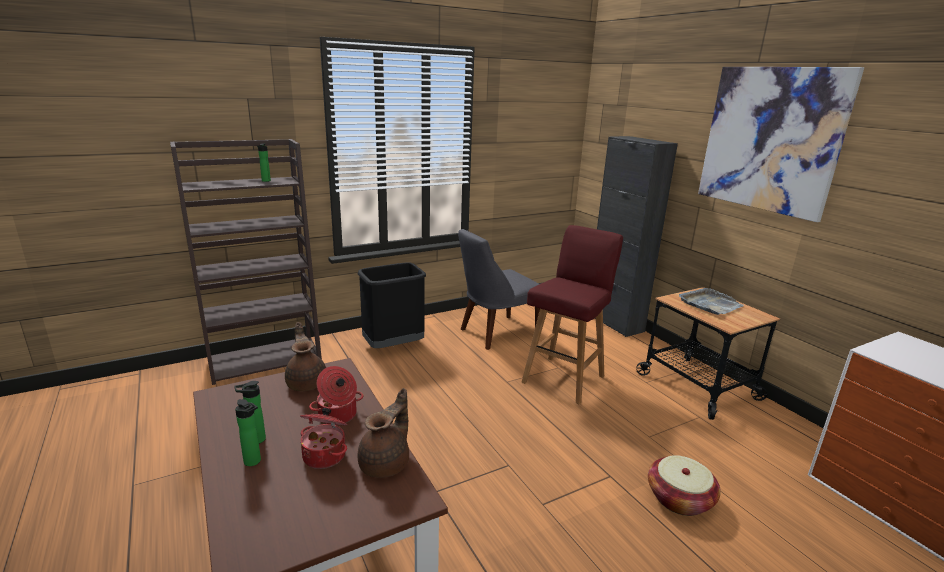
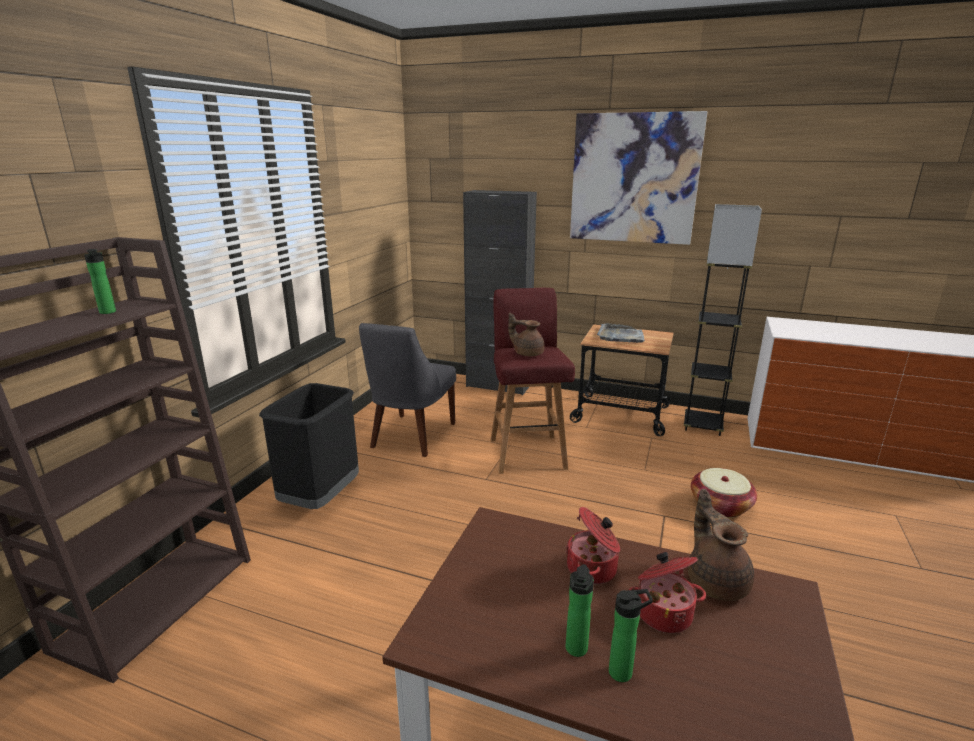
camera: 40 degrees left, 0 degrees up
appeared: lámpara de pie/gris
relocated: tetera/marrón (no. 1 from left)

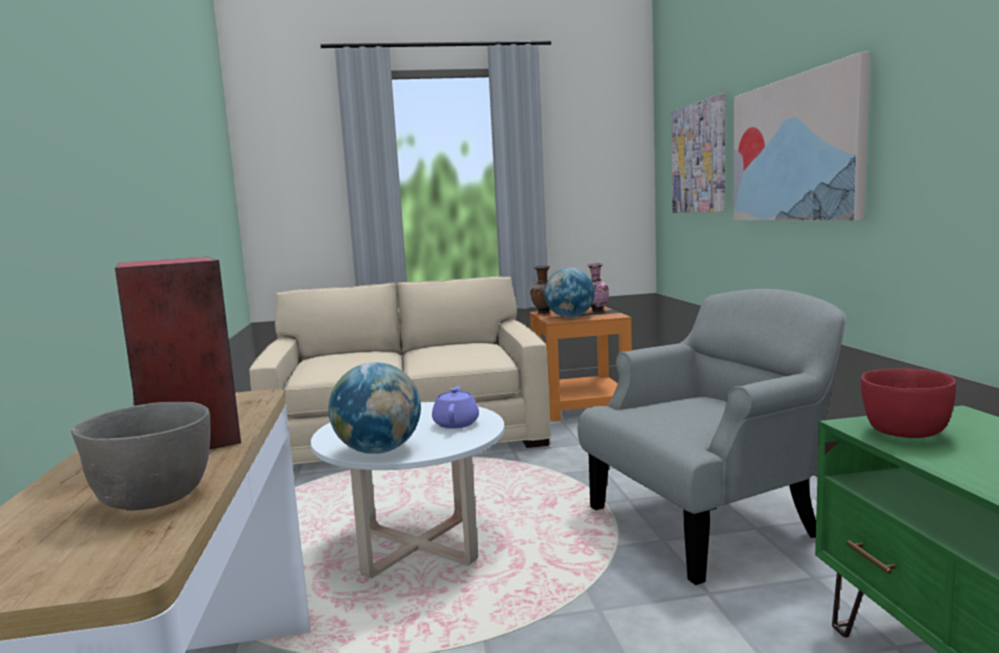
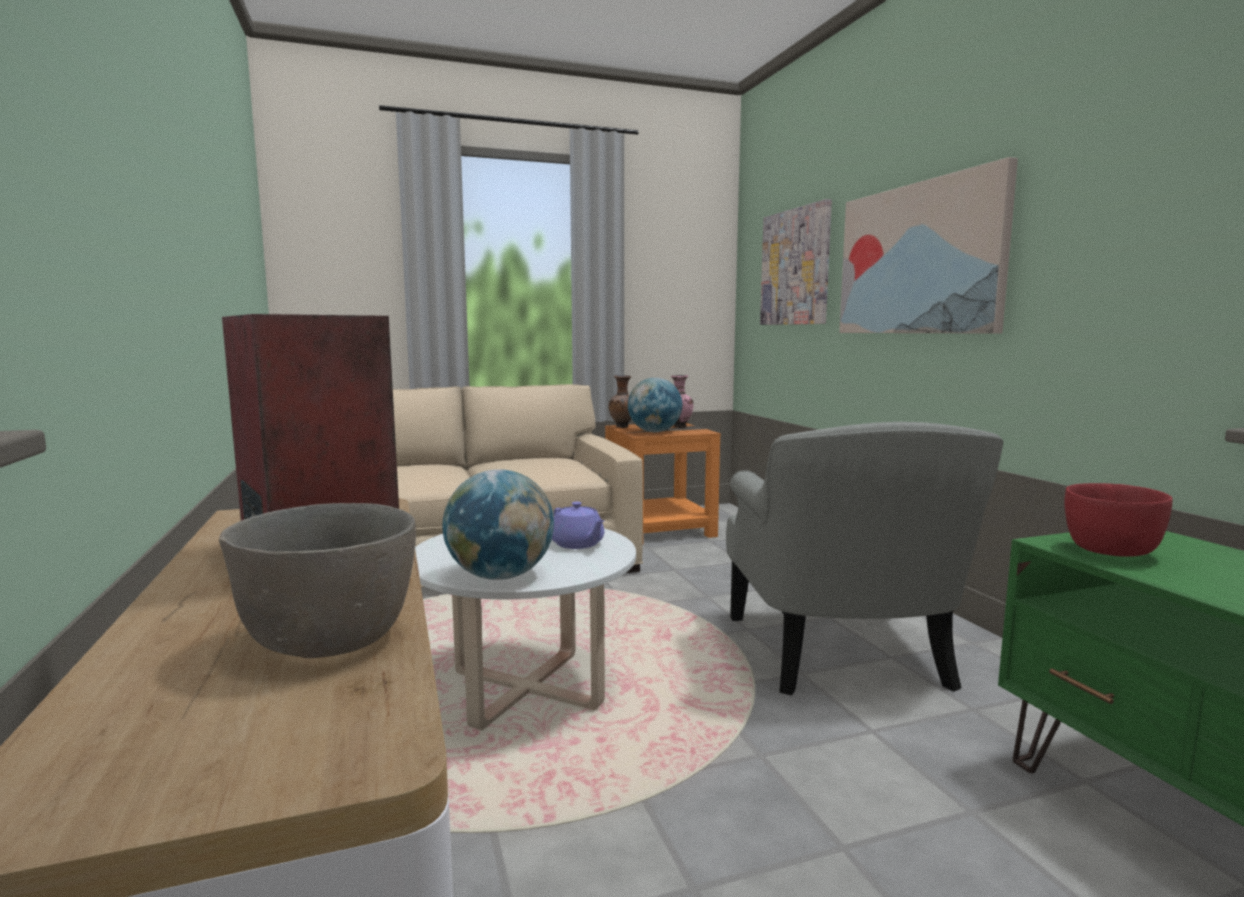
camera: 10 degrees left, 0 degrees up
spun: tetera/morado 150 degrees clockwise; sillón/gris 120 degrees clockwise

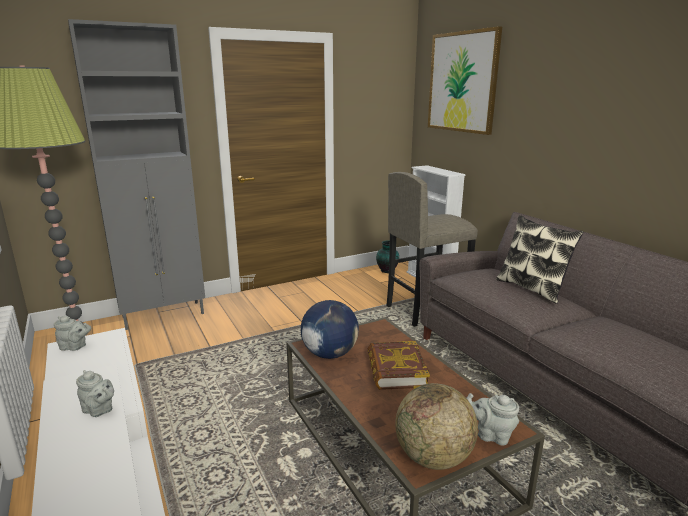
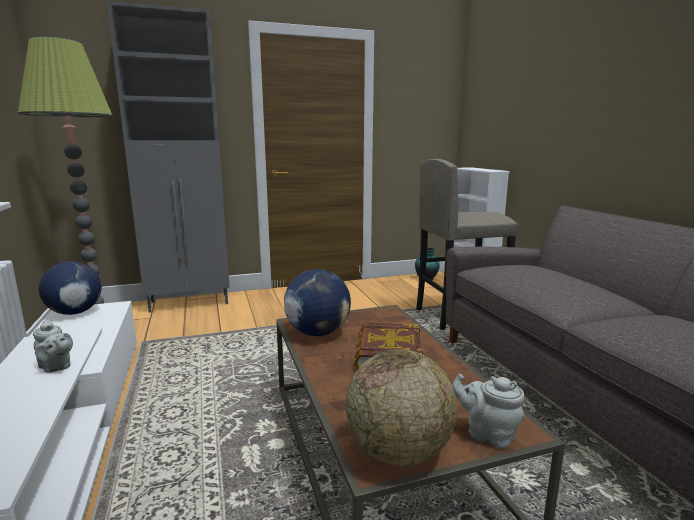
camera: 10 degrees right, 5 degrees down
missing: cuadro; cojín
exchanged: tetera/gris (no. 1 from left) to globo terráqueo (no. 1 from left)

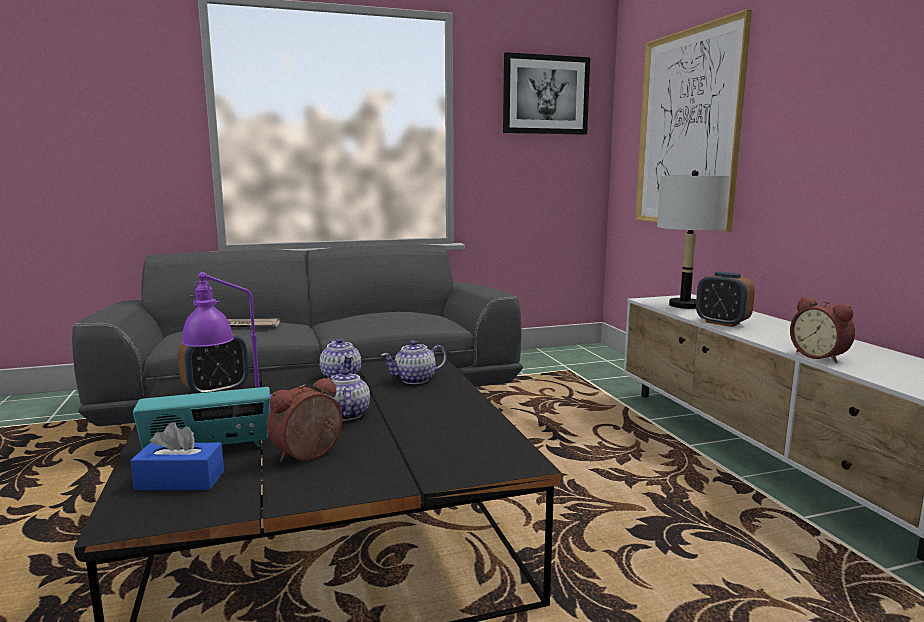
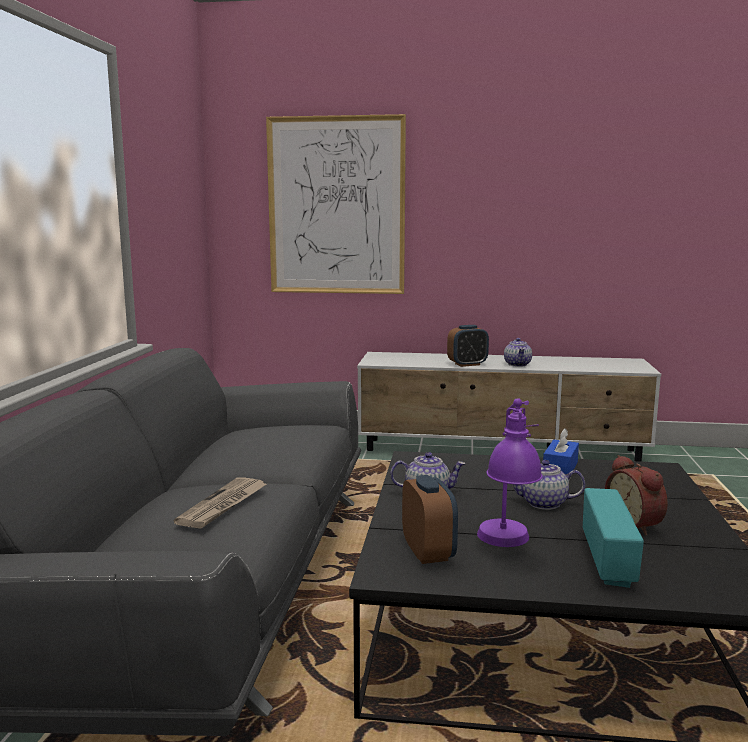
camera: 65 degrees left, 0 degrees up
missing: cuadro (no. 1 from left); lámpara de mesa/gris; despertador (no. 4 from left)
relocated: caja de pañuelos/azul; tetera (no. 3 from left in the first image) to tetera (no. 2 from left)

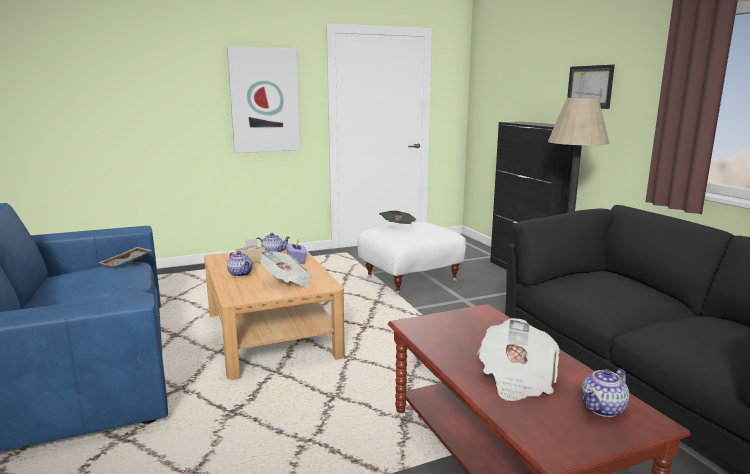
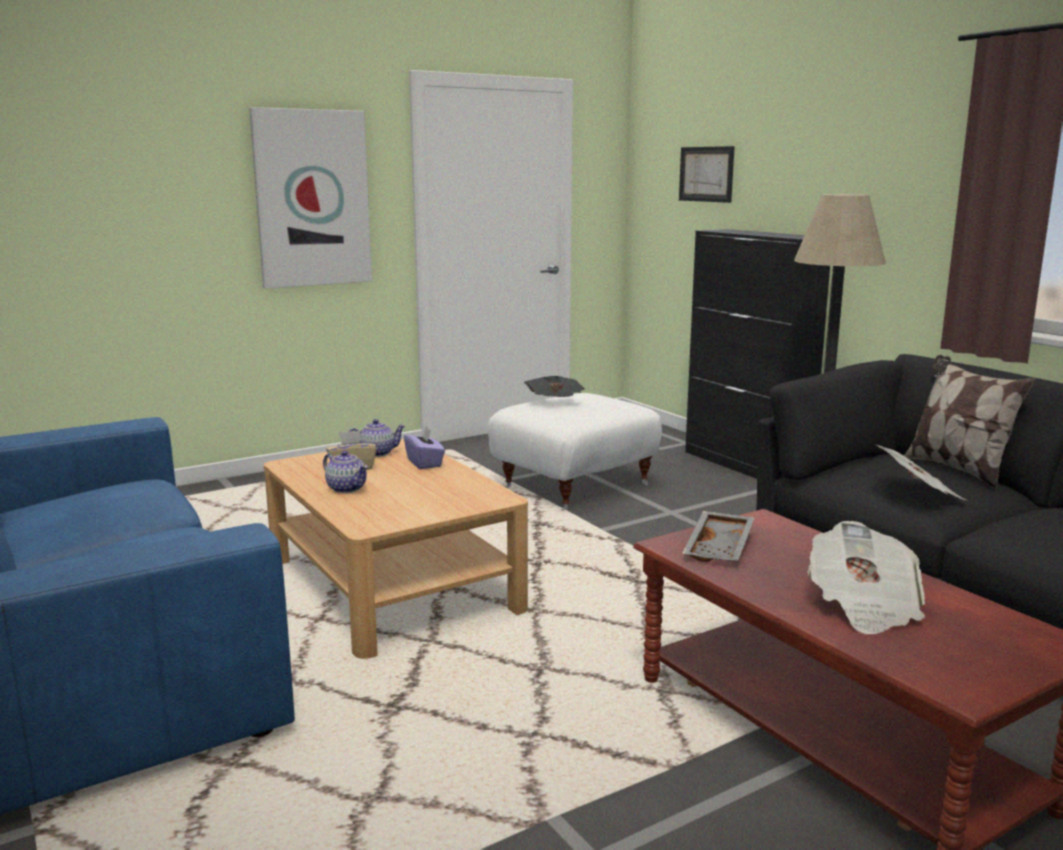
camera: 10 degrees left, 0 degrees up
missing: tetera (no. 3 from left)
appeared: cojín
relocated: bandeja/gris; periódico (no. 1 from left in the first image) to periódico (no. 3 from left); cuadro (no. 2 from left)

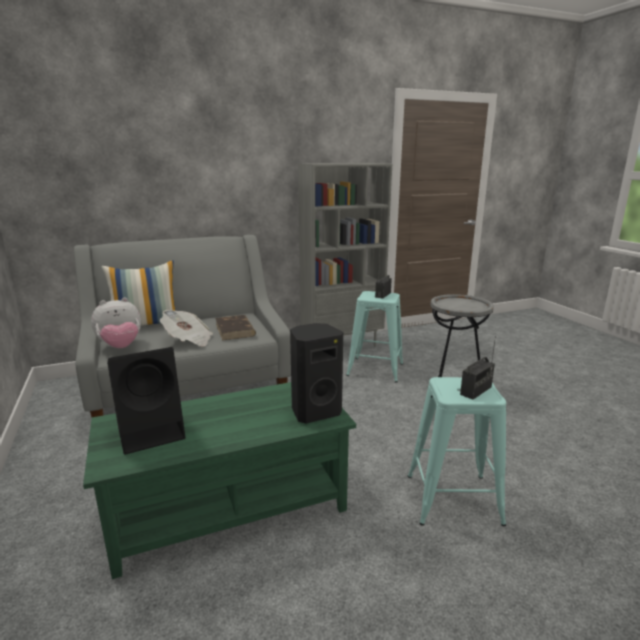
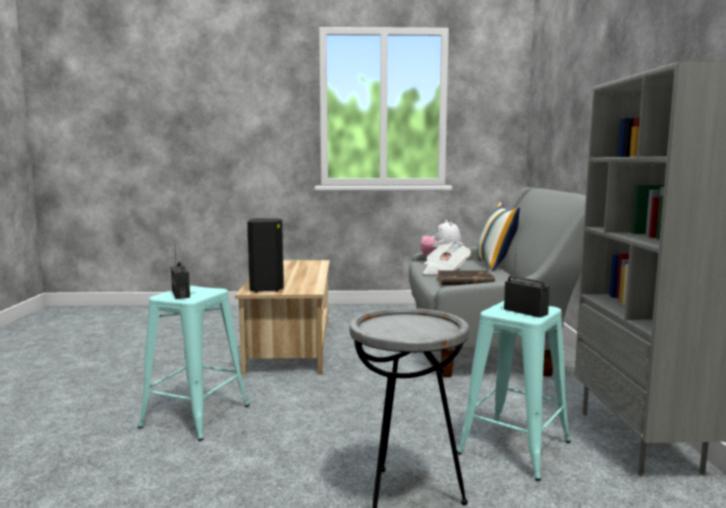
camera: 110 degrees right, 10 degrees down
missing: altavoz/negro (no. 1 from left)
colour: mesa de centro/verde to mesa de centro/beis

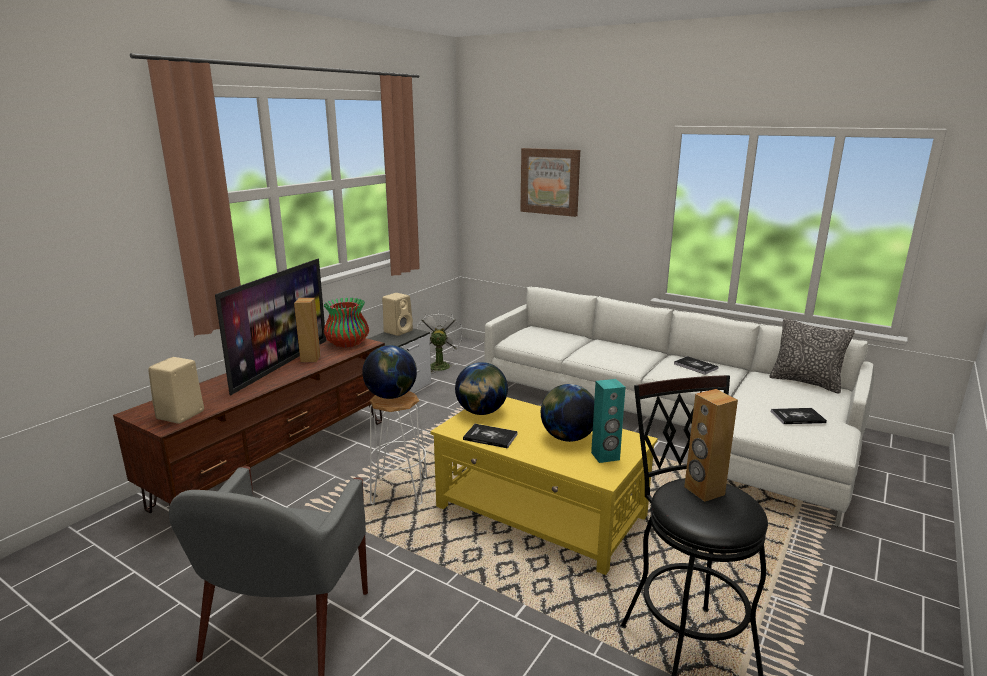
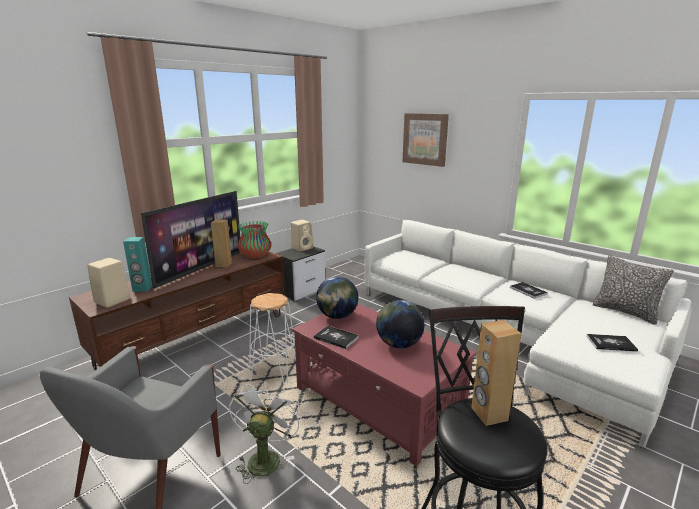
camera: 10 degrees right, 0 degrees up
missing: globo terráqueo (no. 1 from left)
relocated: ventilador/blanco; altavoz/turquesa
colour: mesa de centro/amarillo to mesa de centro/rojo

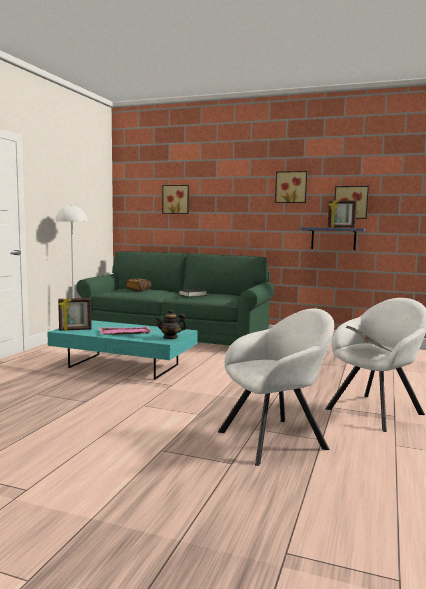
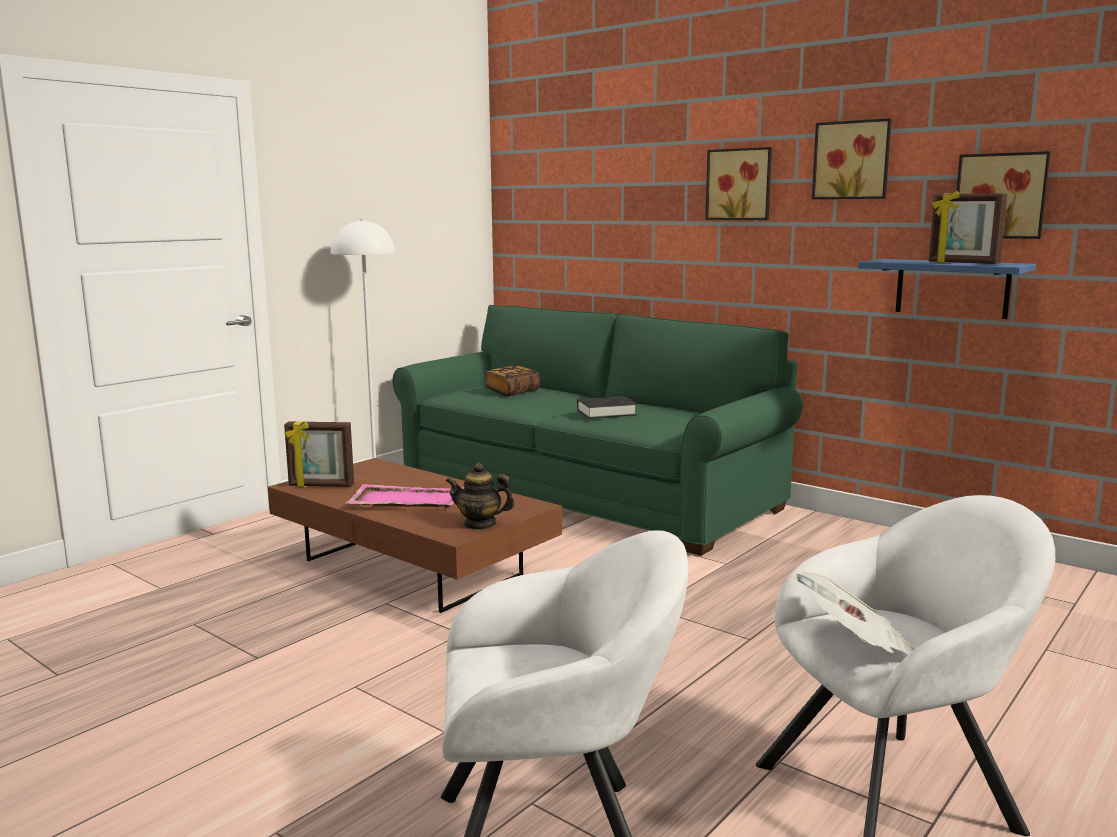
camera: 20 degrees right, 5 degrees up
relocated: cuadro (no. 1 from left)
colour: mesa de centro/turquesa to mesa de centro/marrón

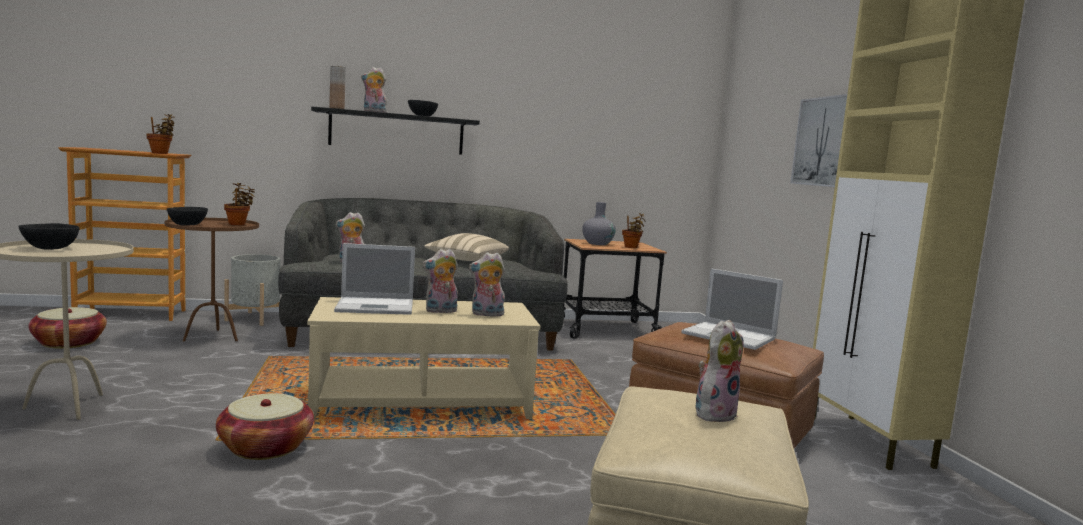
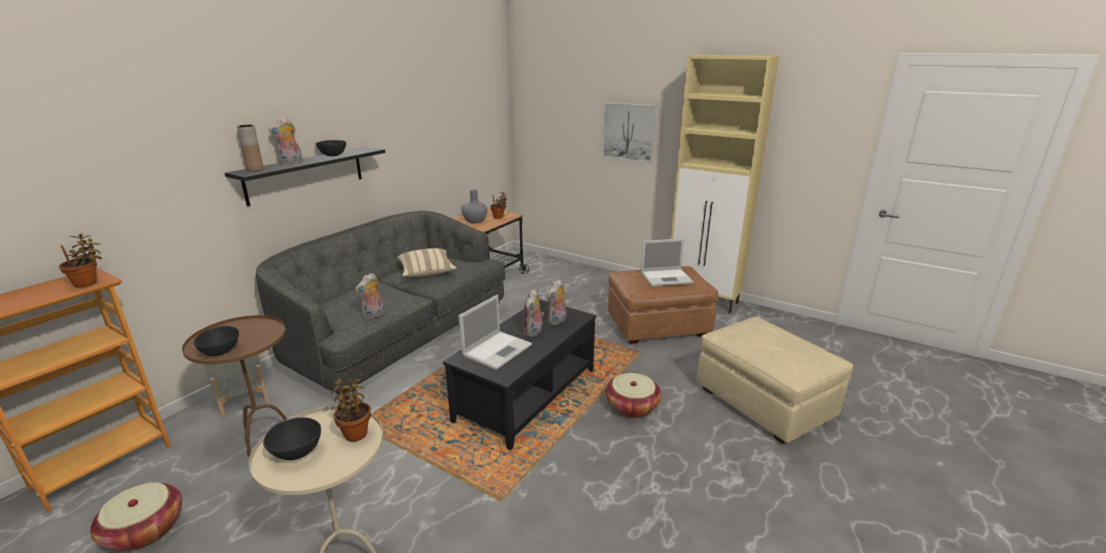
camera: 45 degrees left, 15 degrees up
missing: peluche (no. 5 from left)
relocated: cesta (no. 2 from left); planta en maceta (no. 2 from left)
colour: mesa de centro/beis to mesa de centro/negro

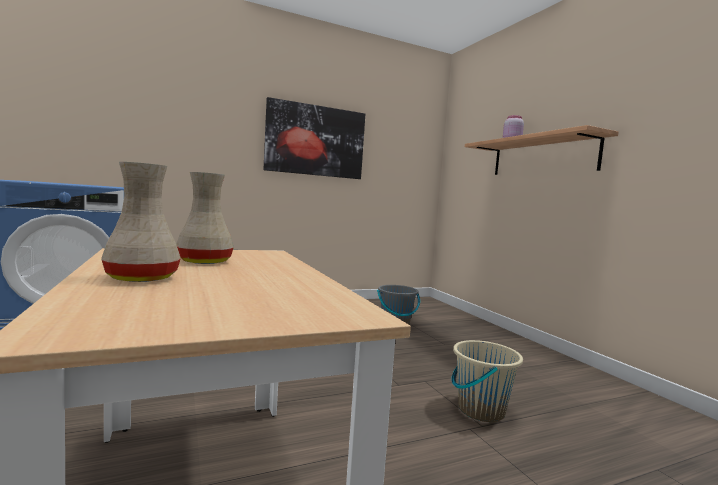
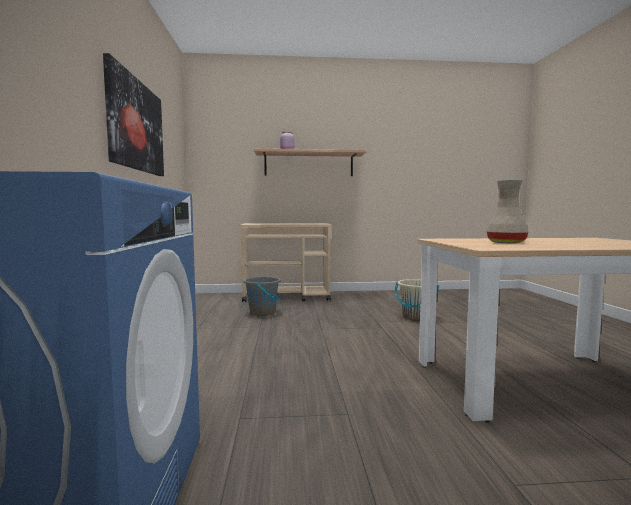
camera: 70 degrees left, 0 degrees up
missing: florero/beis (no. 1 from left)
appeared: carrito/beis

